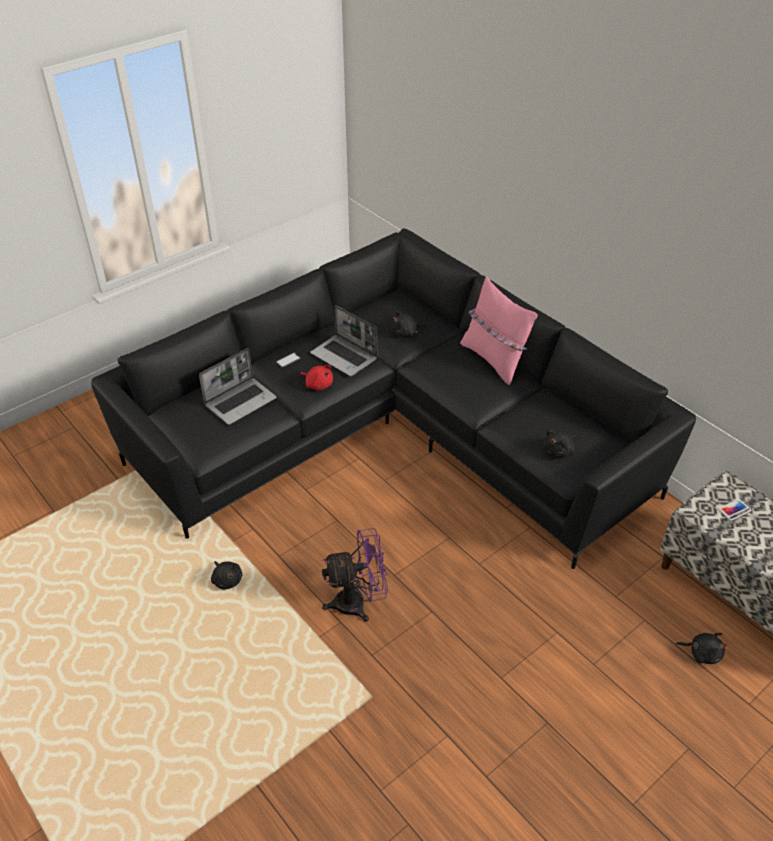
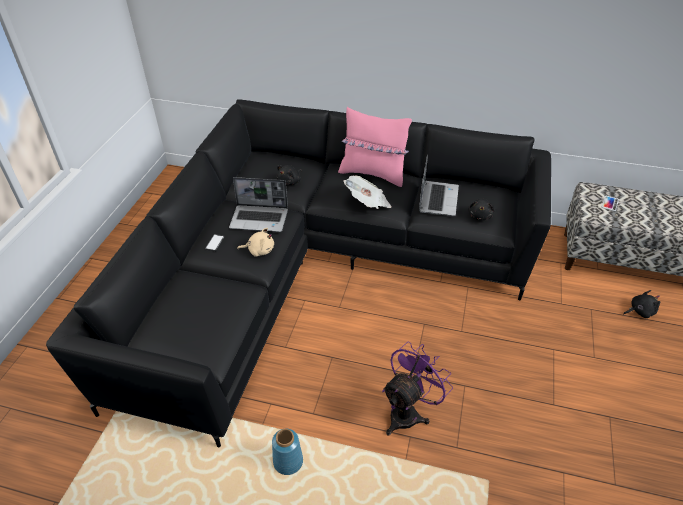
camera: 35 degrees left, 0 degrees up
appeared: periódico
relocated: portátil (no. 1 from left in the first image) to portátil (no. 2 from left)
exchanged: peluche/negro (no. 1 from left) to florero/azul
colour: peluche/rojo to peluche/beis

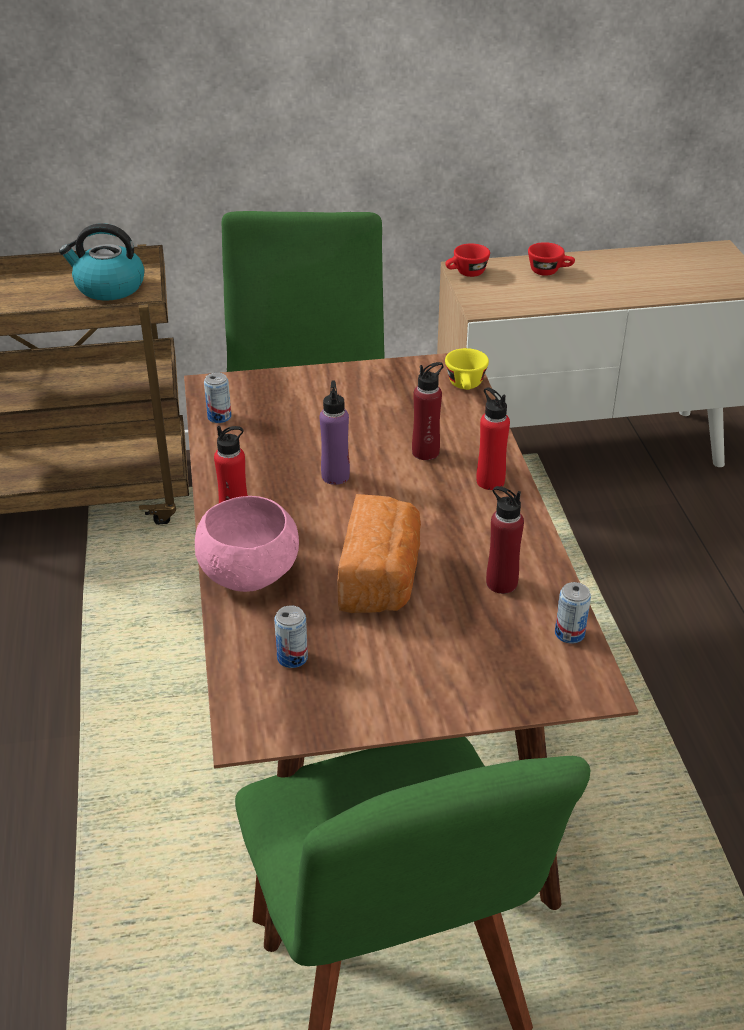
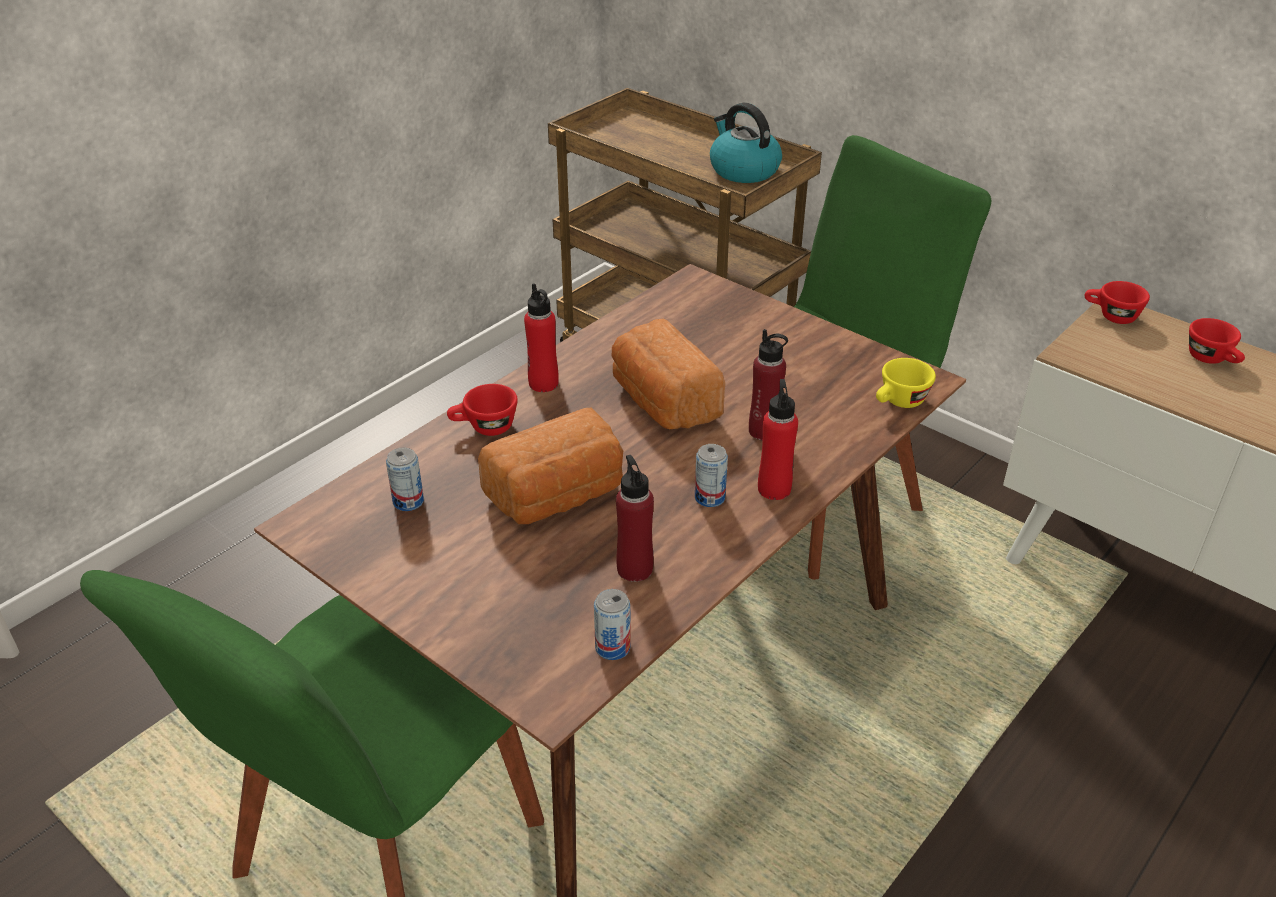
camera: 50 degrees right, 0 degrees up
relocated: lata (no. 1 from left in the first image) to lata (no. 3 from left)
exchanged: cuenco/rosa to taza/rojo (no. 1 from left); botella/morado to pan (no. 2 from left)

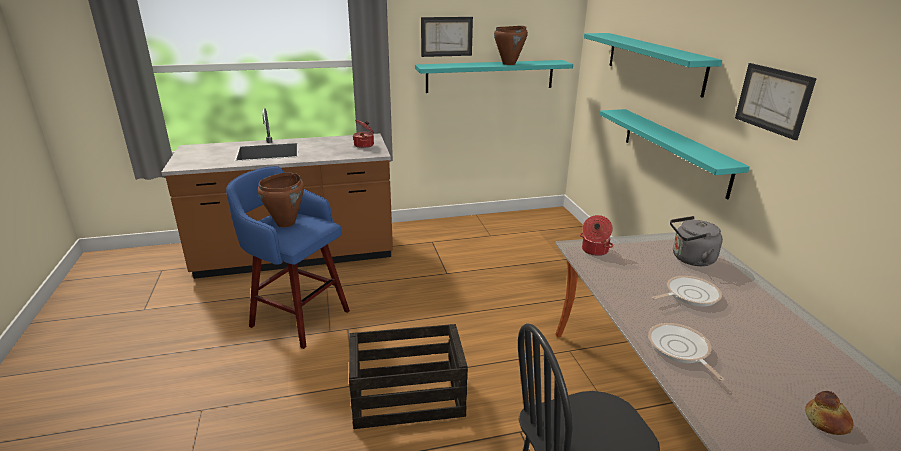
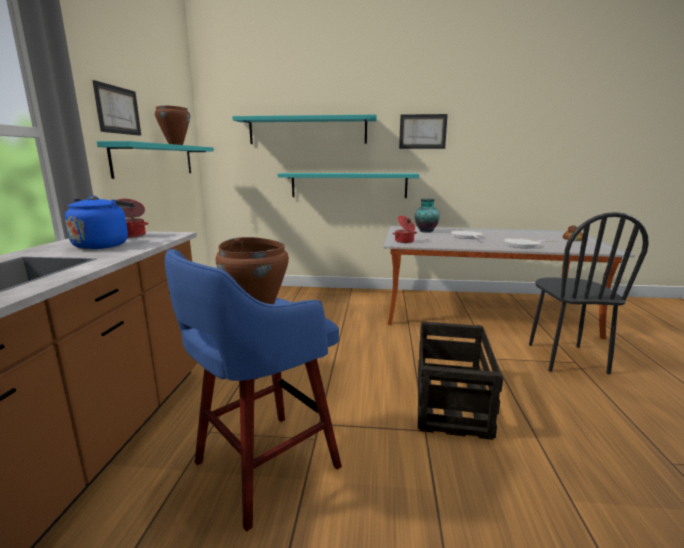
camera: 70 degrees left, 10 degrees down
appeared: hervidor/azul
exchanged: hervidor/gris to florero

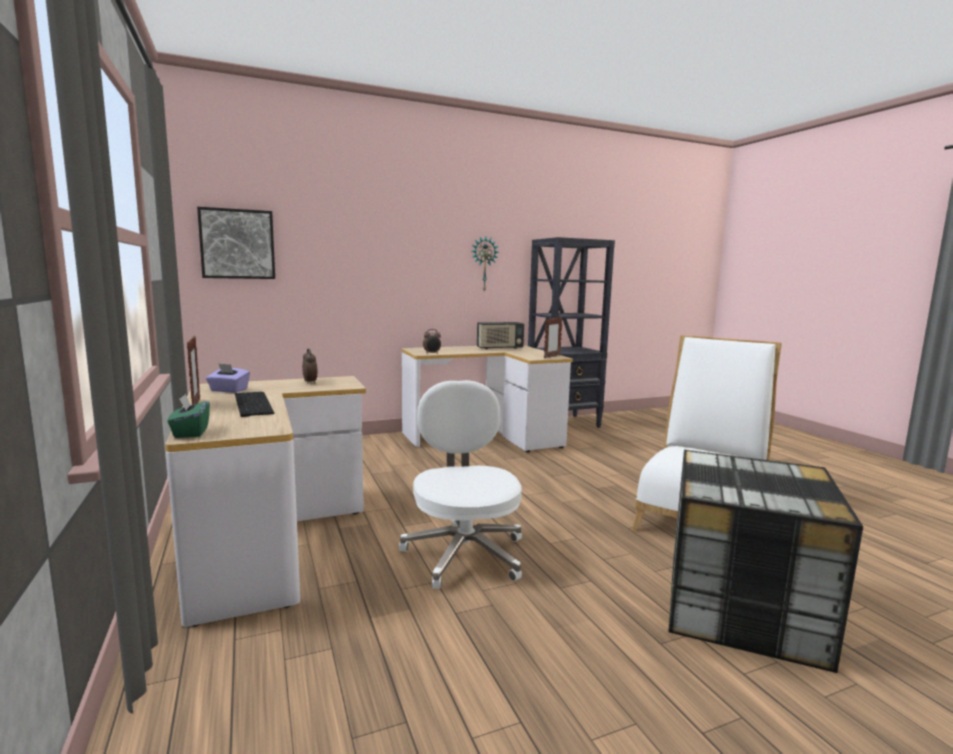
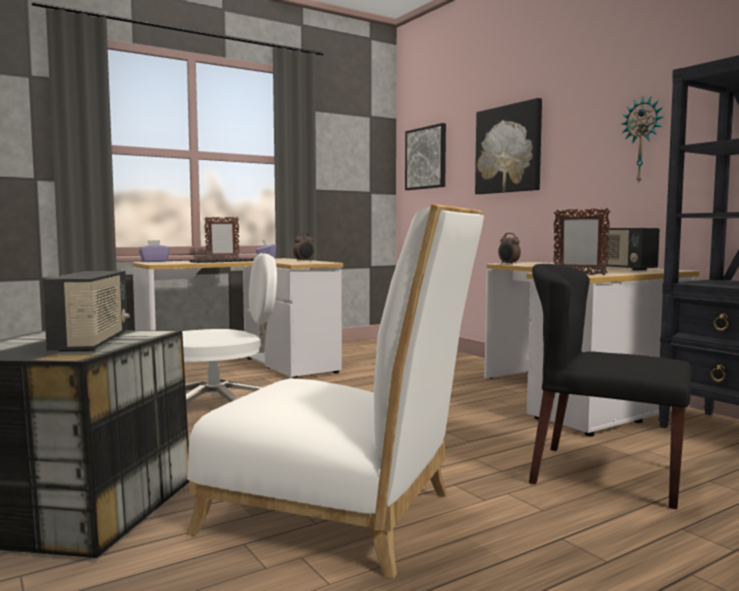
camera: 80 degrees right, 5 degrees down
appeared: radio (no. 1 from left); cuadro (no. 2 from left); silla/negro
colour: caja de pañuelos/verde to caja de pañuelos/morado (no. 1 from left)

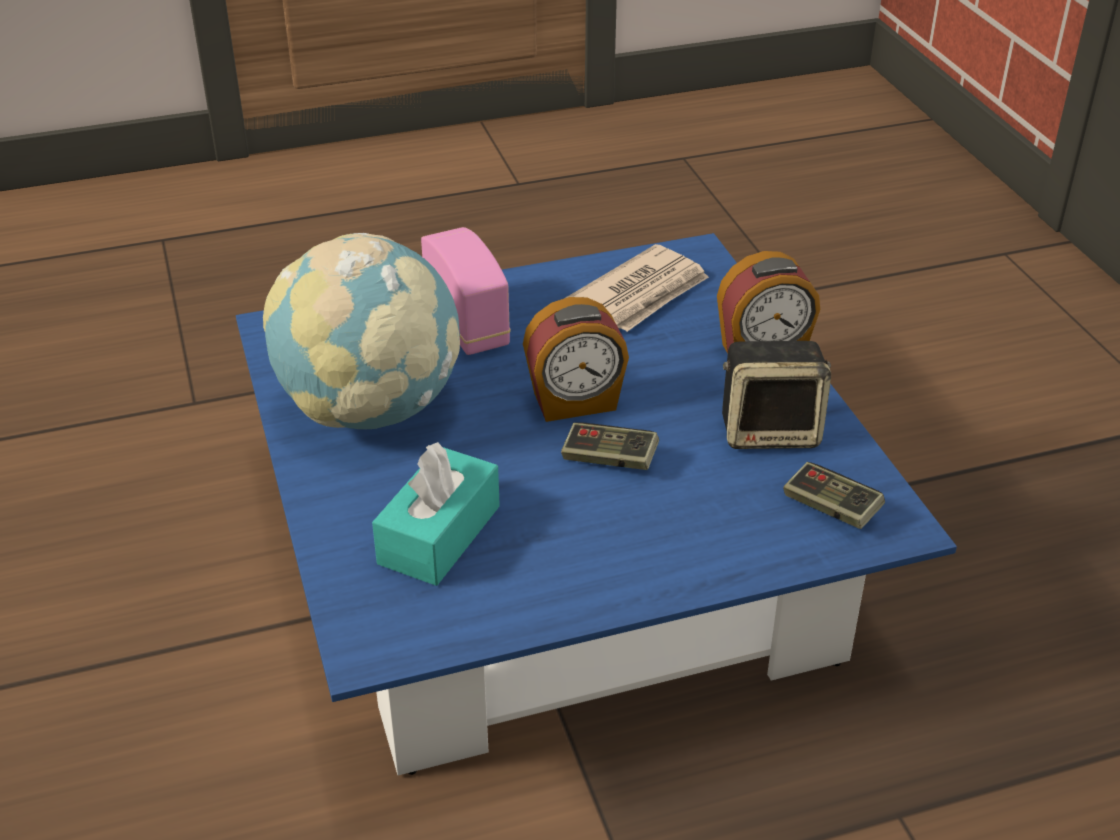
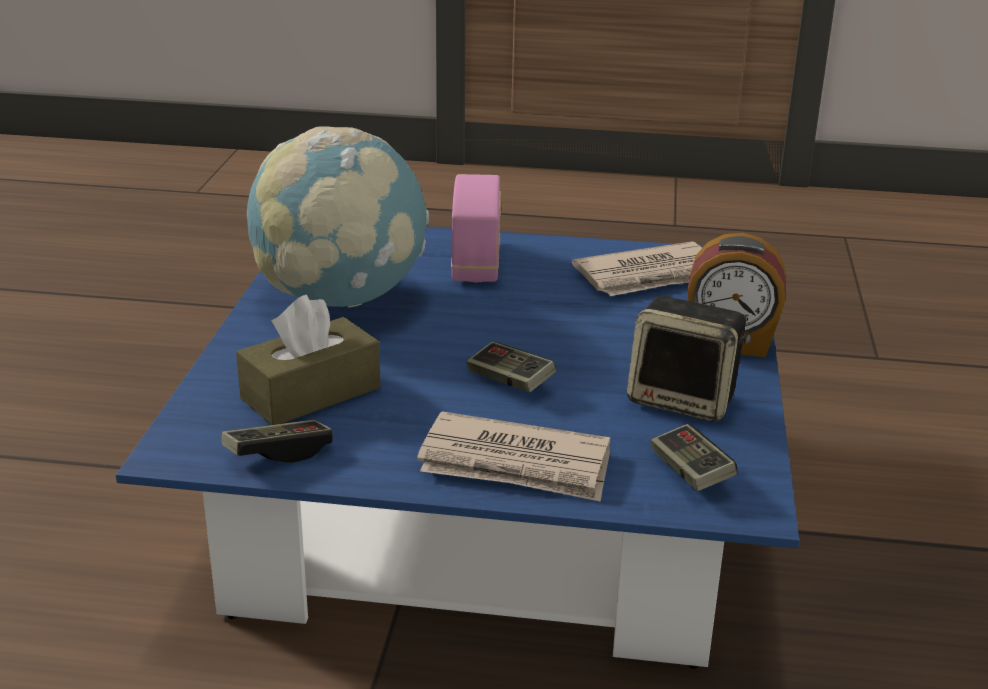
camera: 25 degrees right, 10 degrees down
missing: despertador (no. 1 from left)
appeared: mando de consola (no. 1 from left); periódico (no. 1 from left)
colour: caja de pañuelos/turquesa to caja de pañuelos/marrón

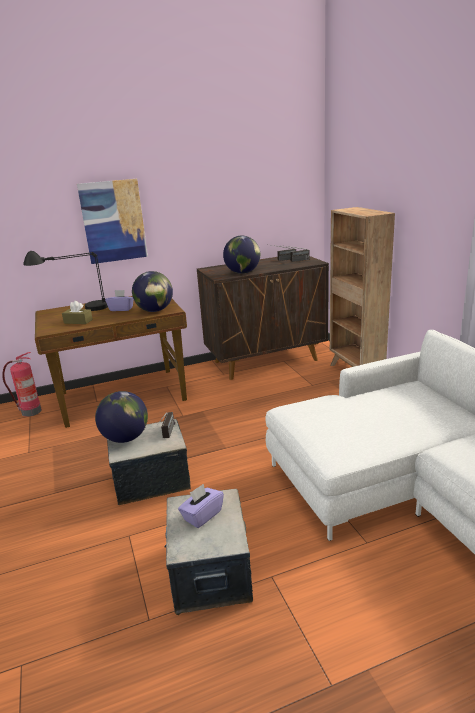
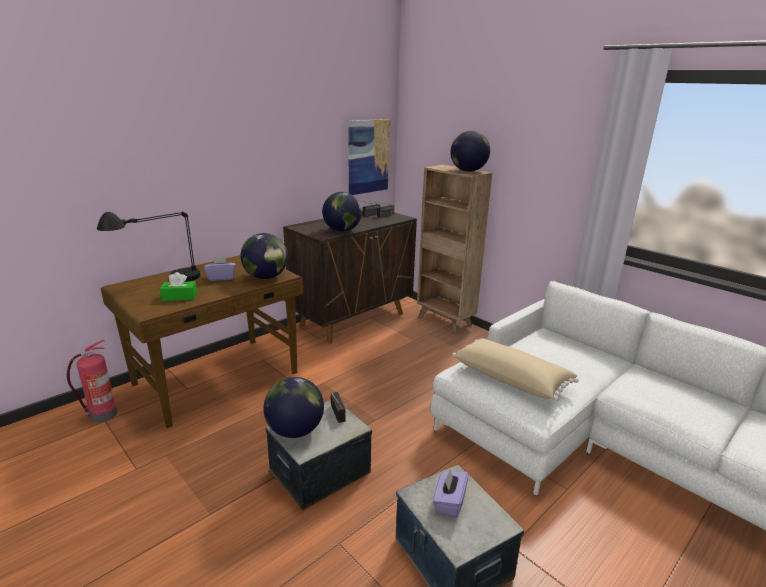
camera: 25 degrees left, 0 degrees up
appeared: globo terráqueo (no. 4 from left); cojín/beis
relocated: cuadro
colour: caja de pañuelos/marrón to caja de pañuelos/verde

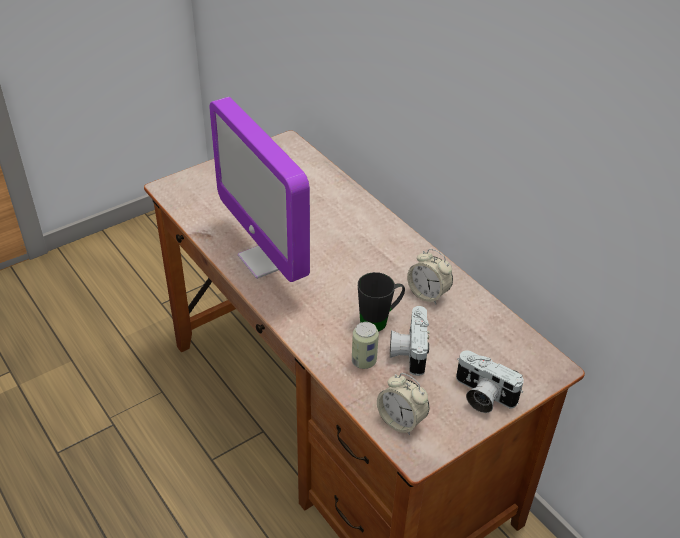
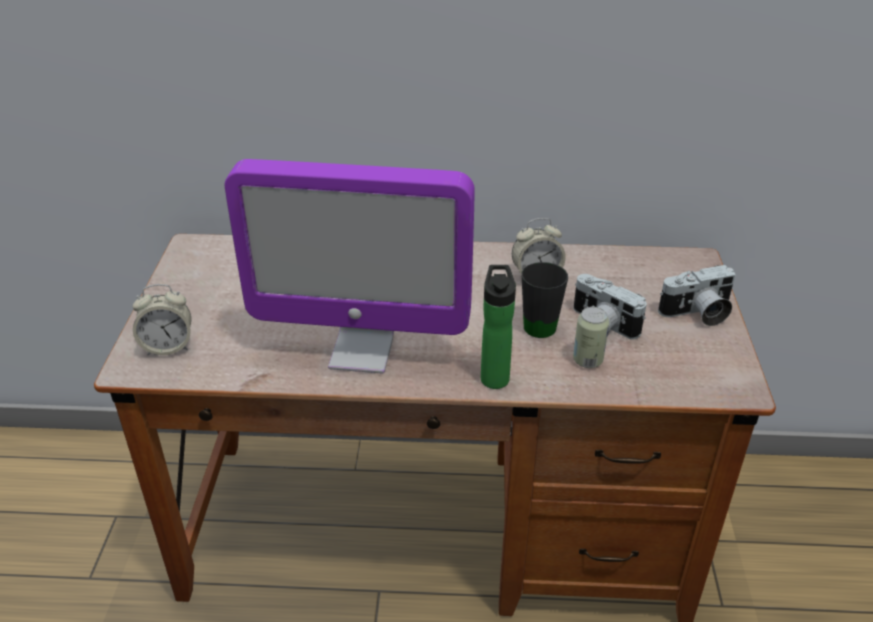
camera: 50 degrees left, 5 degrees down
appeared: botella
relocated: despertador (no. 1 from left)

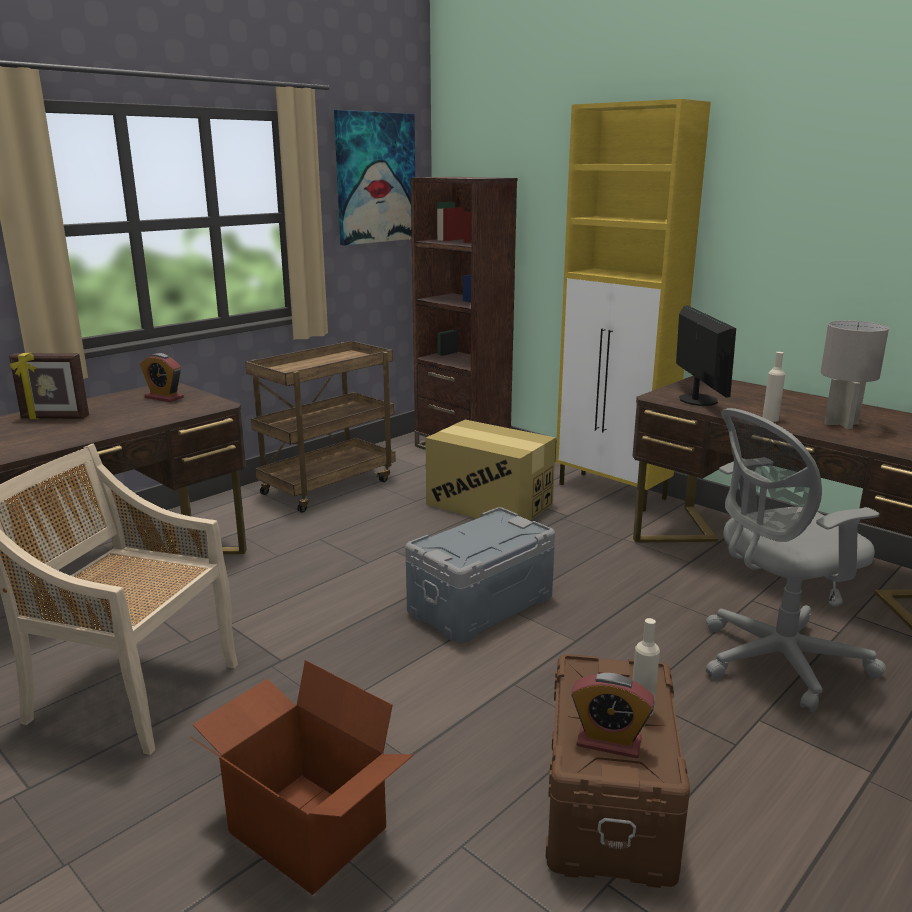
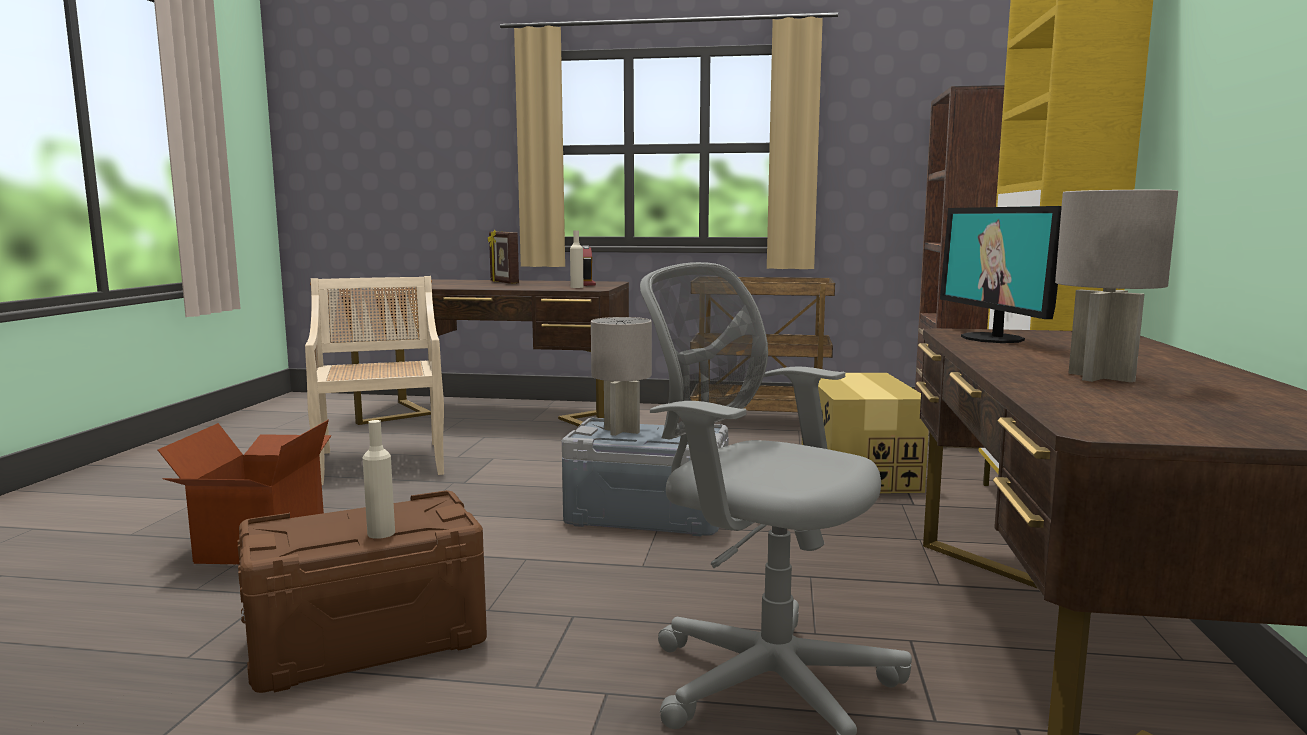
camera: 55 degrees right, 10 degrees down
missing: cuadro; despertador (no. 2 from left)
appeared: lámpara de mesa/gris (no. 1 from left)
relocated: botella/beis (no. 2 from left)
spun: monitor 120 degrees clockwise

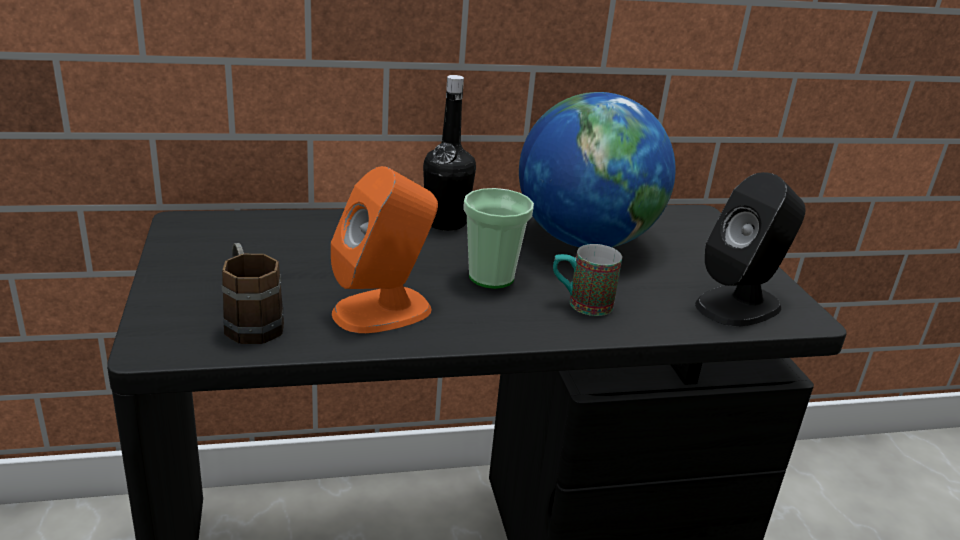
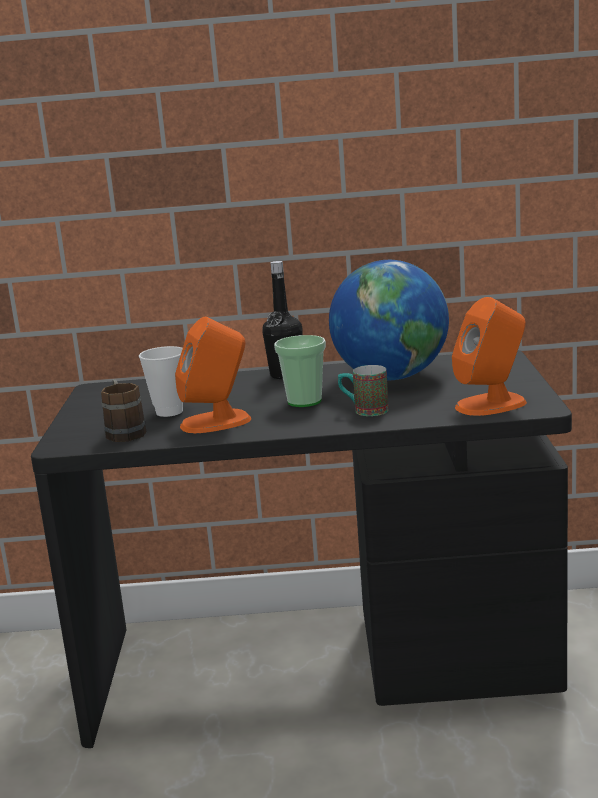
camera: 15 degrees right, 10 degrees down
appeared: taza (no. 1 from left)
colour: altavoz/negro to altavoz/naranja (no. 2 from left)

